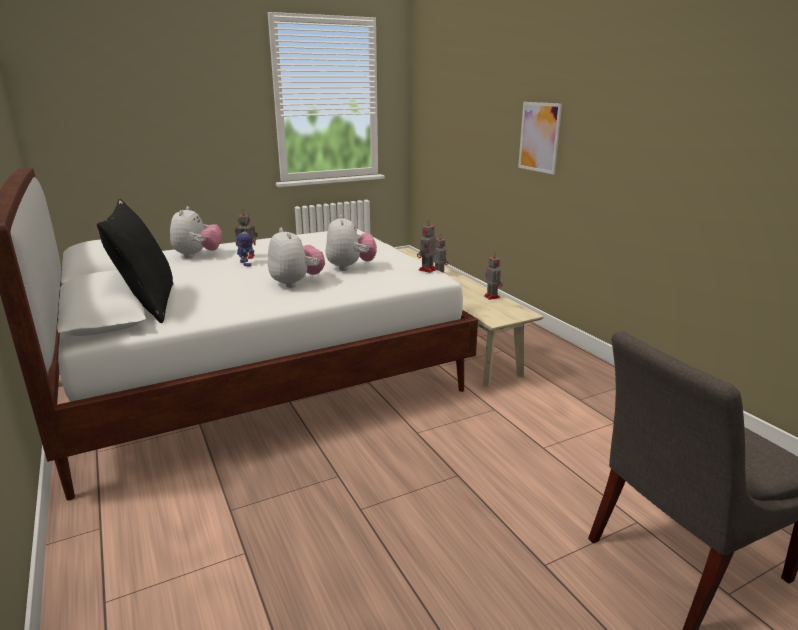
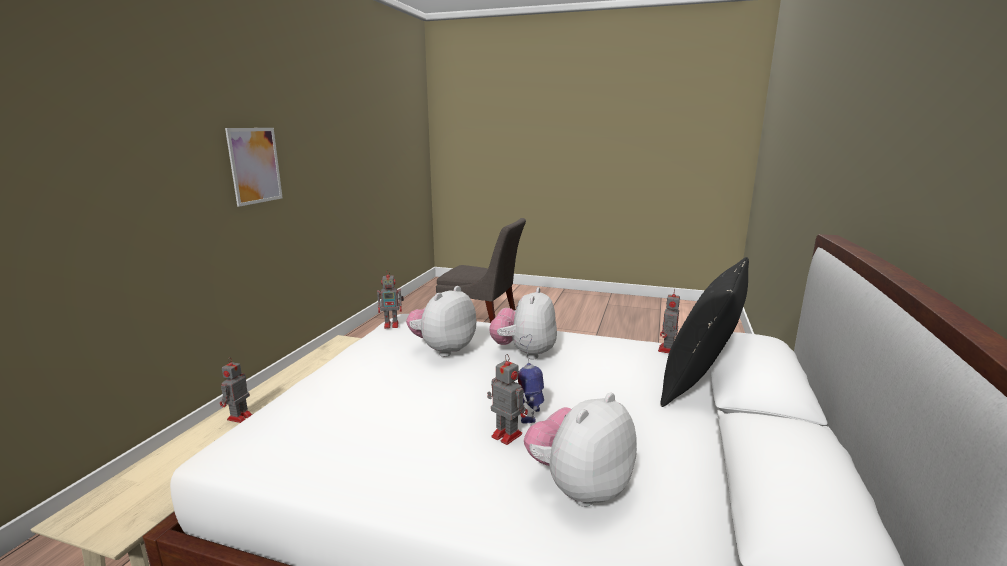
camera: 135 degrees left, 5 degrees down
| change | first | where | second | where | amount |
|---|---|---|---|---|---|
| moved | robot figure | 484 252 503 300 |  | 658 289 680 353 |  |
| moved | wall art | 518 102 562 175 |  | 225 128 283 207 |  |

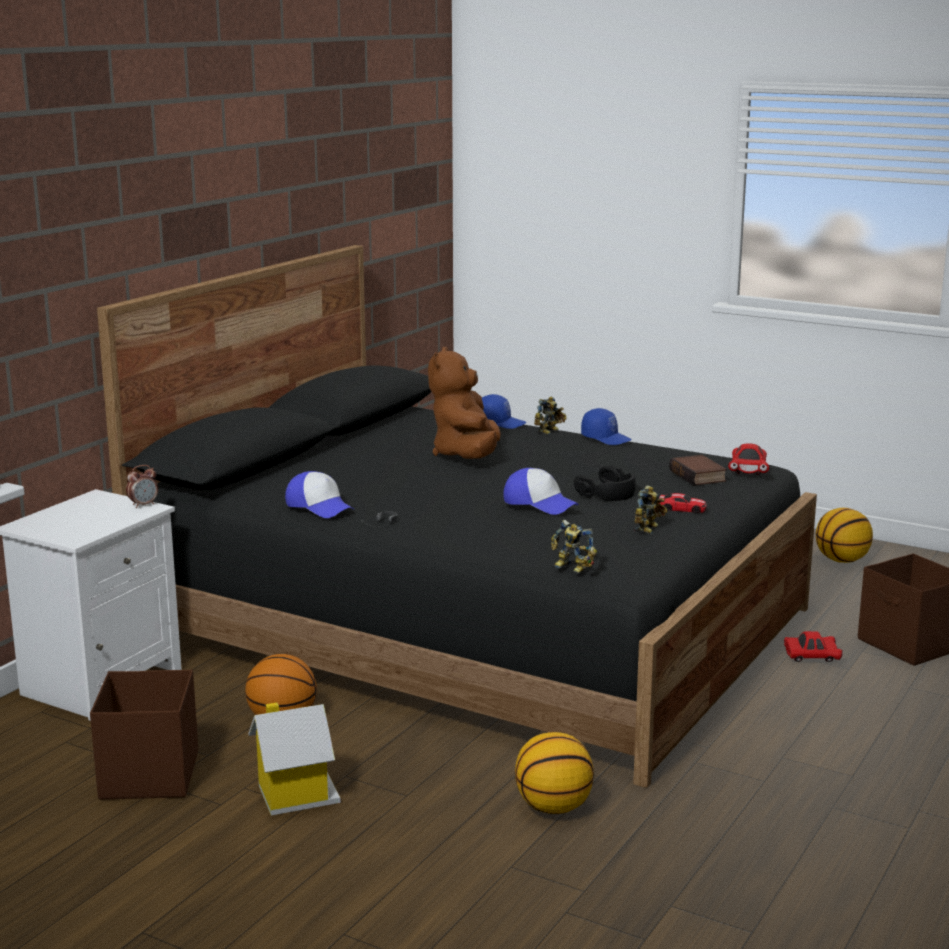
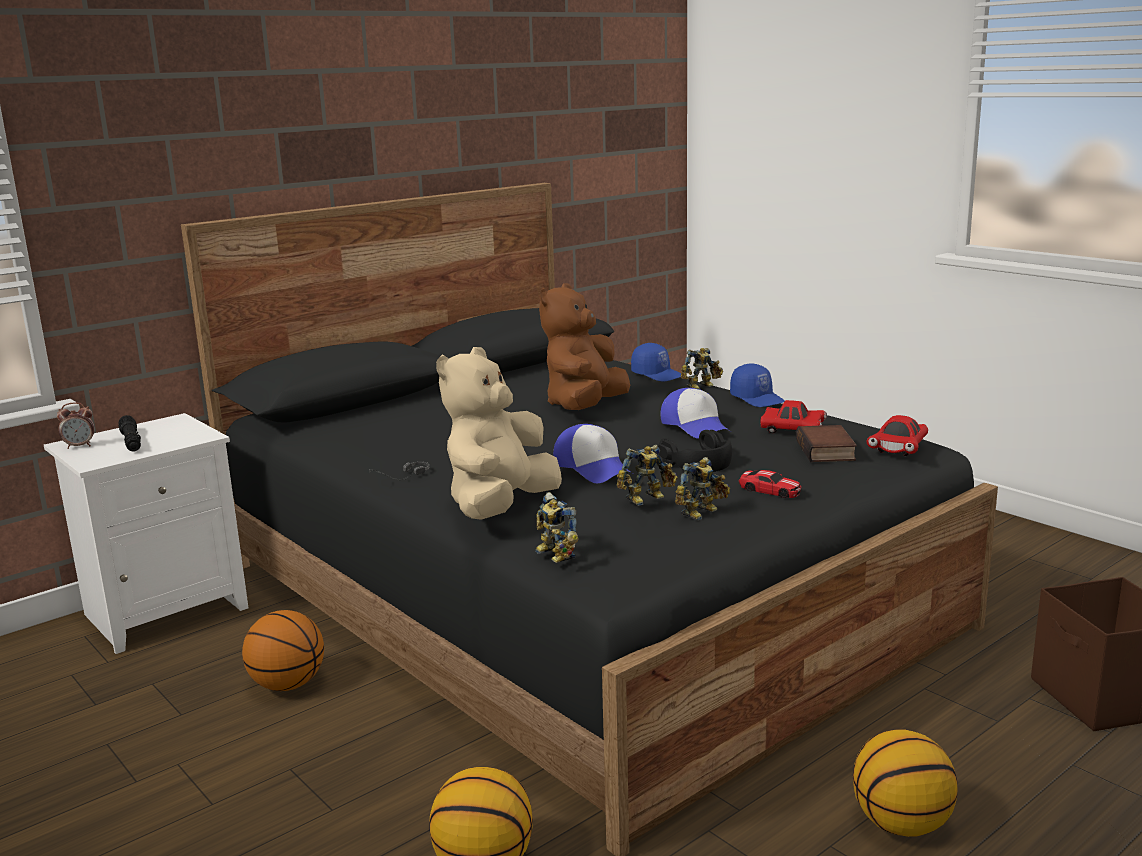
camera: 20 degrees right, 0 degrees up
| change | first | where | second | where | amount |
|---|---|---|---|---|---|
| removed | storage box (brownish) | 90 670 198 799 |  |  |  |
| moved | bedside clock | 126 465 158 508 |  | 57 402 95 449 |  |
| removed | toy house | 248 703 341 816 |  |  |  |
| moved | peaked cap | 285 471 354 518 |  | 661 388 731 439 |  |
| moved | toy car (red-coloured) | 784 631 843 662 |  | 760 400 827 433 |  |
| moved | basketball | 816 508 873 563 |  | 853 729 957 837 |  |
| added |  |  | flashlight (black-coloured) | 119 415 141 452 |  |
| added |  |  | cuddly toy (sand-coloured) | 436 347 562 520 |  |
| added |  |  | robot figure | 617 445 678 506 |  |

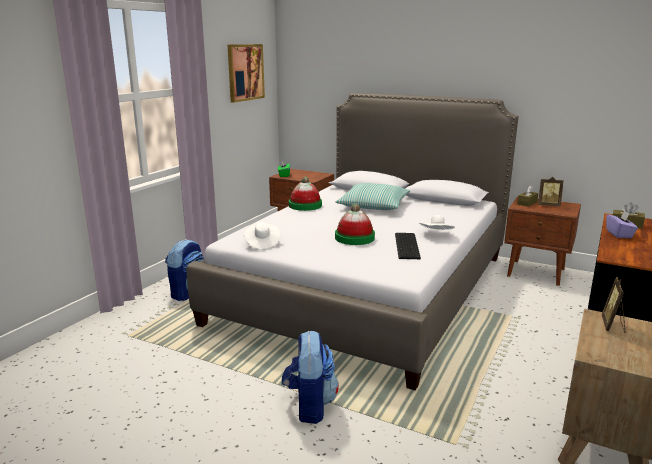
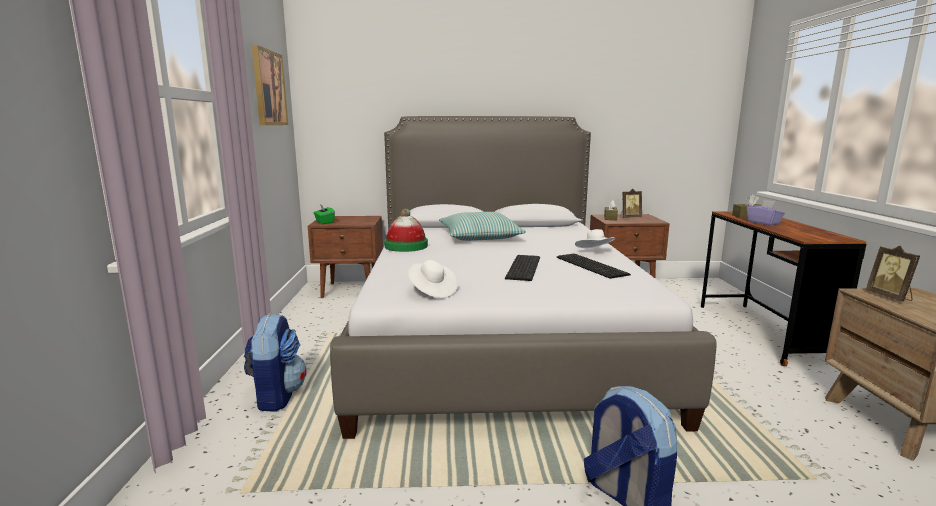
camera: 30 degrees left, 5 degrees down
| change | first | where | second | where | amount |
|---|---|---|---|---|---|
| replaced | hat | 335 204 375 245 | PC keyboard | 505 255 540 281 |  |

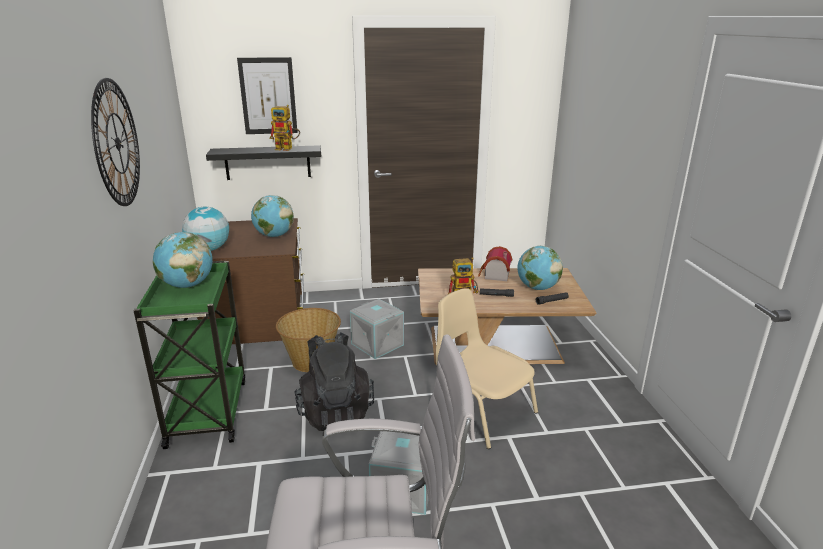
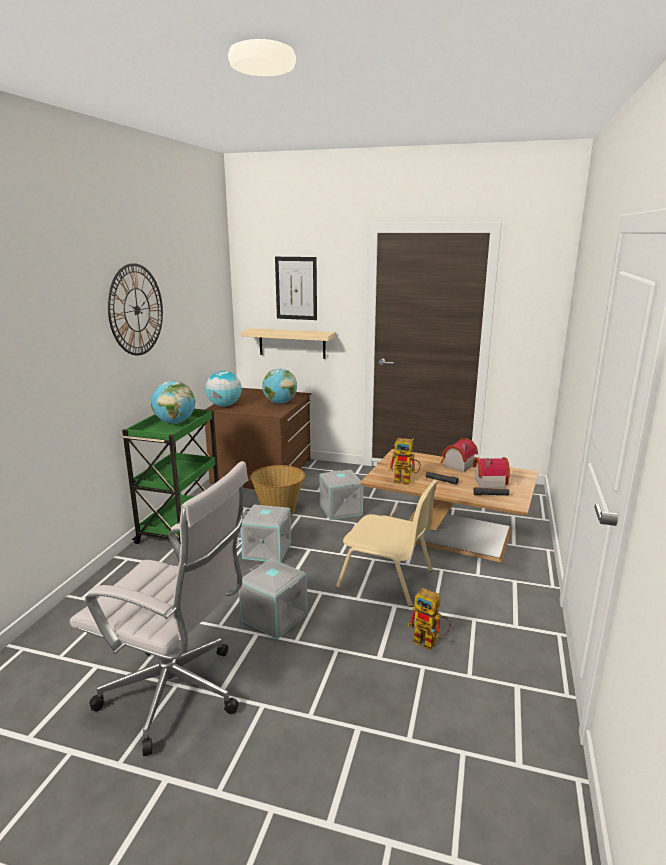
camera: 25 degrees right, 5 degrees down
| change | first | where | second | where | amount |
|---|---|---|---|---|---|
| recoloured | wall shelf (black-coloured) | 206 145 321 180 | wall shelf (sand-coloured) | 241 328 335 359 |  |
| moved | robot figure | 270 105 300 151 |  | 408 588 451 650 |  |
| replaced | backpack (black-coloured) | 295 332 374 431 | storage box (greyish) | 240 505 291 562 |  |
| turned | chair (sand-coloured) | 436 288 538 449 |  | 336 479 438 607 | 135 degrees clockwise |
| replaced | desk globe | 517 246 563 290 | toy house | 473 457 510 488 |  |

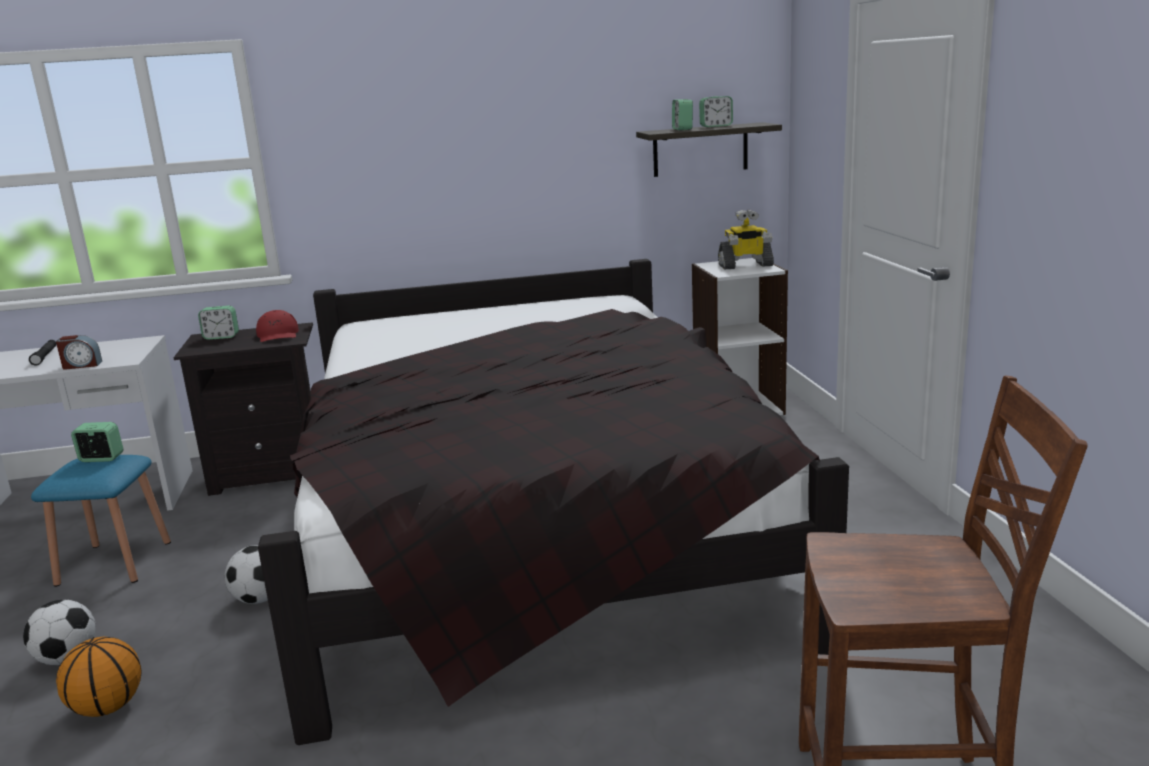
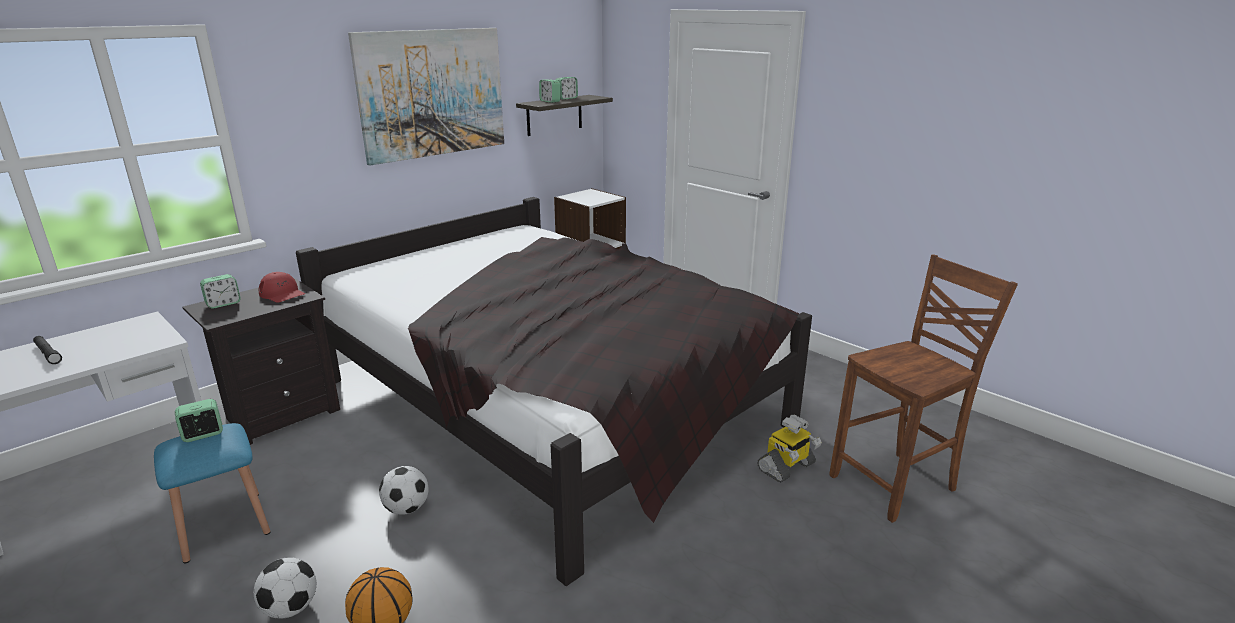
camera: 35 degrees left, 5 degrees up
| change | first | where | second | where | amount |
|---|---|---|---|---|---|
| removed | bedside clock | 56 335 102 370 |  |  |  |
| moved | robot figure | 718 209 774 269 |  | 757 415 822 483 |  |
| added |  |  | wall art | 348 28 504 166 |  |

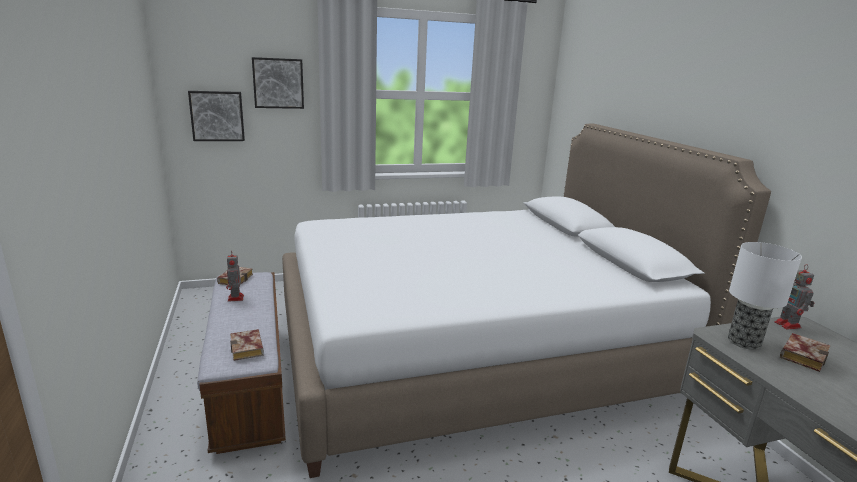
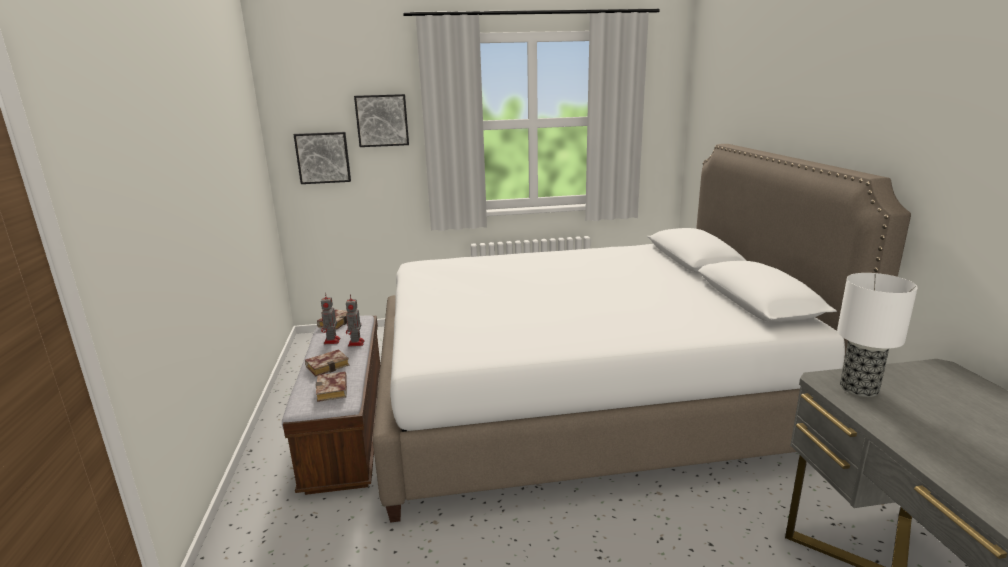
camera: 10 degrees right, 0 degrees up
| change | first | where | second | where | amount |
|---|---|---|---|---|---|
| moved | robot figure | 774 264 815 330 |  | 346 294 365 347 |  |
| moved | volume | 780 333 831 372 |  | 305 349 350 377 |  |

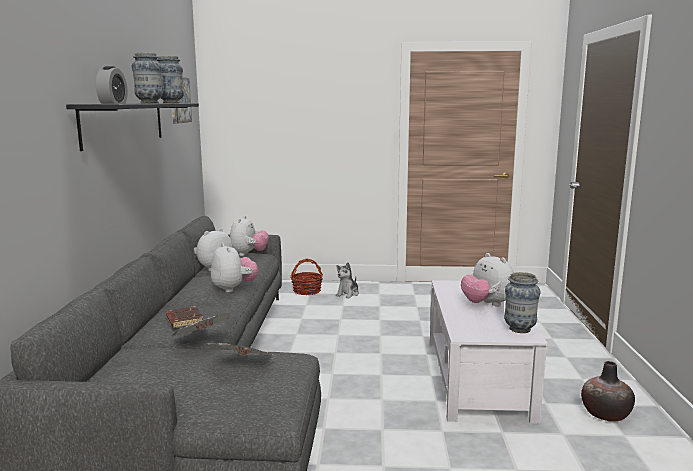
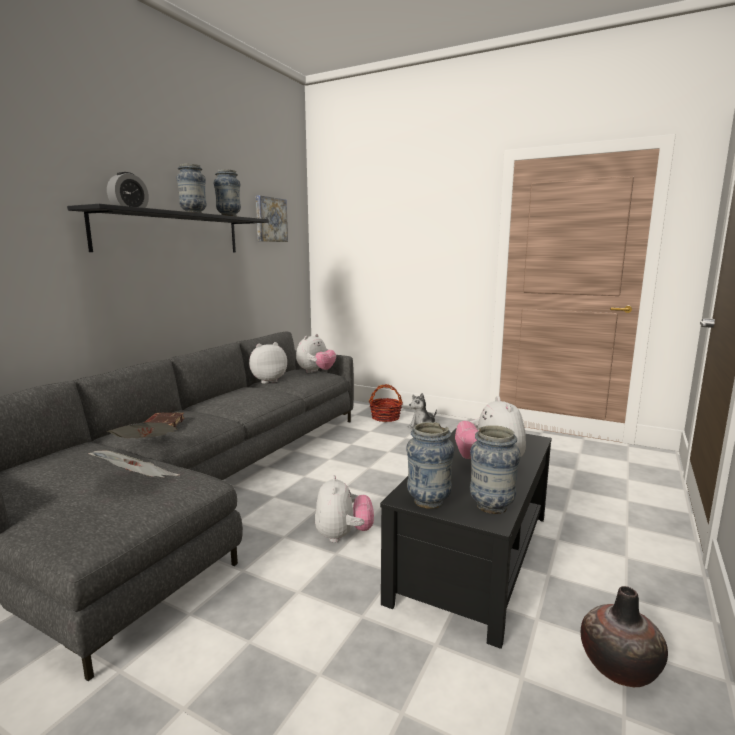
camera: 25 degrees right, 0 degrees up
| change | first | where | second | where | amount |
|---|---|---|---|---|---|
| moved | cuddly toy | 211 243 258 293 |  | 315 475 374 543 |  |
| recoloured | low table (white-coloured) | 430 280 548 424 | low table (black-coloured) | 380 427 552 649 |  |
| added |  |  | vase | 406 422 455 509 |  |

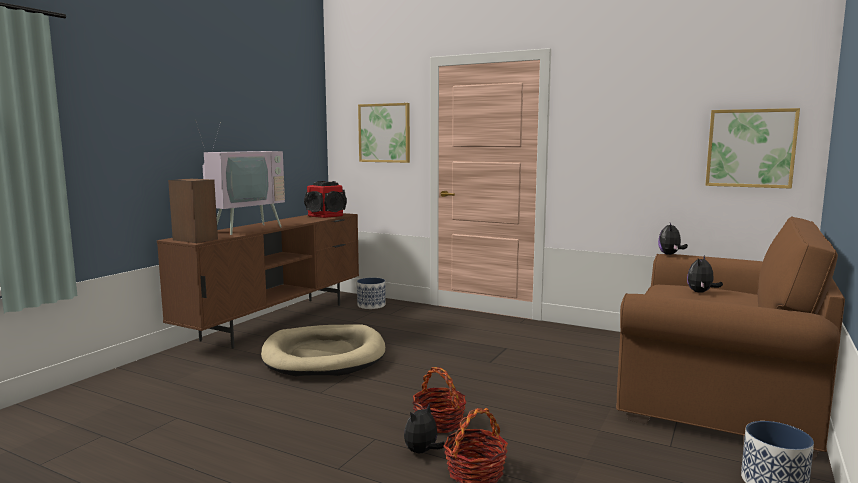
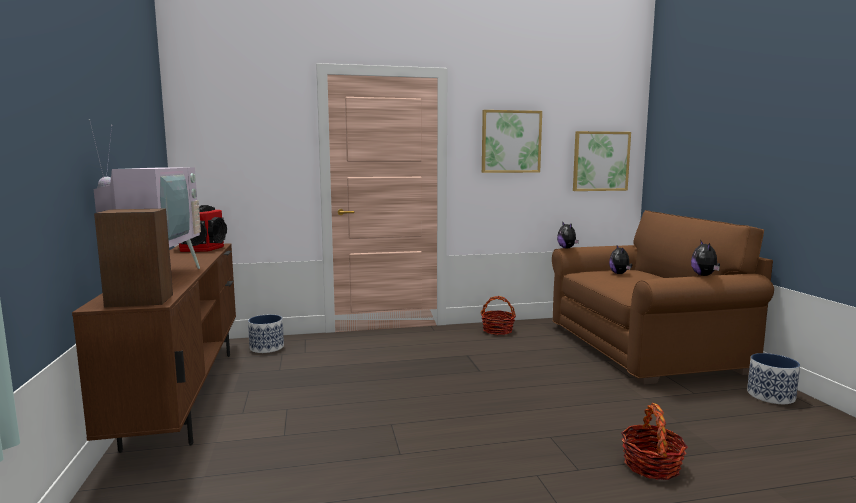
camera: 40 degrees left, 0 degrees up
| change | first | where | second | where | amount |
|---|---|---|---|---|---|
| removed | dog cushion (sand-coloured) | 261 324 385 376 |  |  |  |
| moved | wall art | 358 103 410 163 |  | 482 110 542 173 |  |
| moved | cuddly toy | 404 404 445 453 |  | 691 241 720 276 |  |
| moved | household basket | 412 367 466 433 |  | 480 296 516 335 |  |

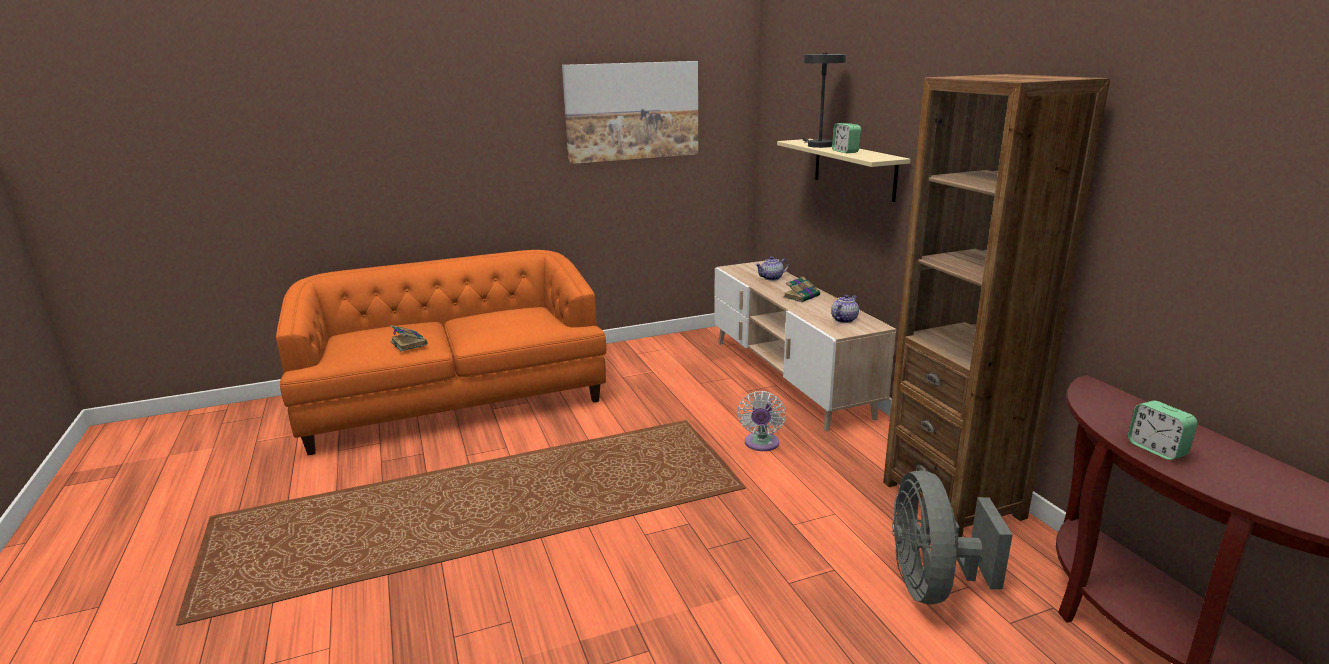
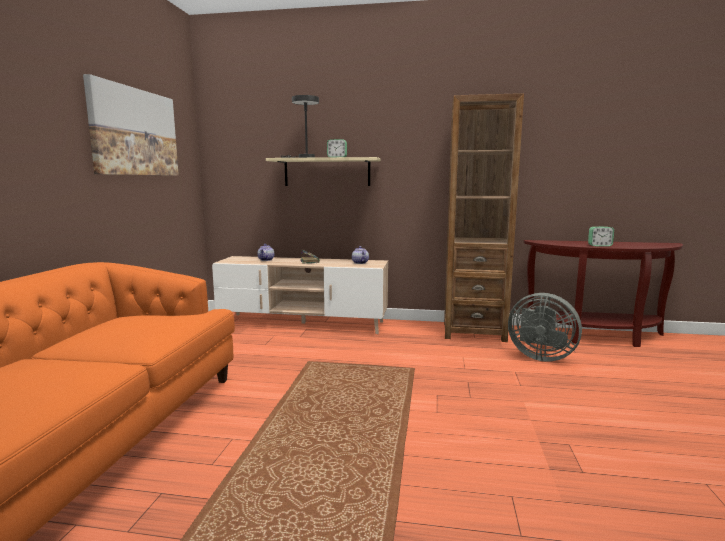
camera: 60 degrees left, 10 degrees down
| change | first | where | second | where | amount |
|---|---|---|---|---|---|
| removed | volume | 390 325 427 352 |  |  |  |
| removed | fan (white-coloured) | 737 391 786 451 |  |  |  |

